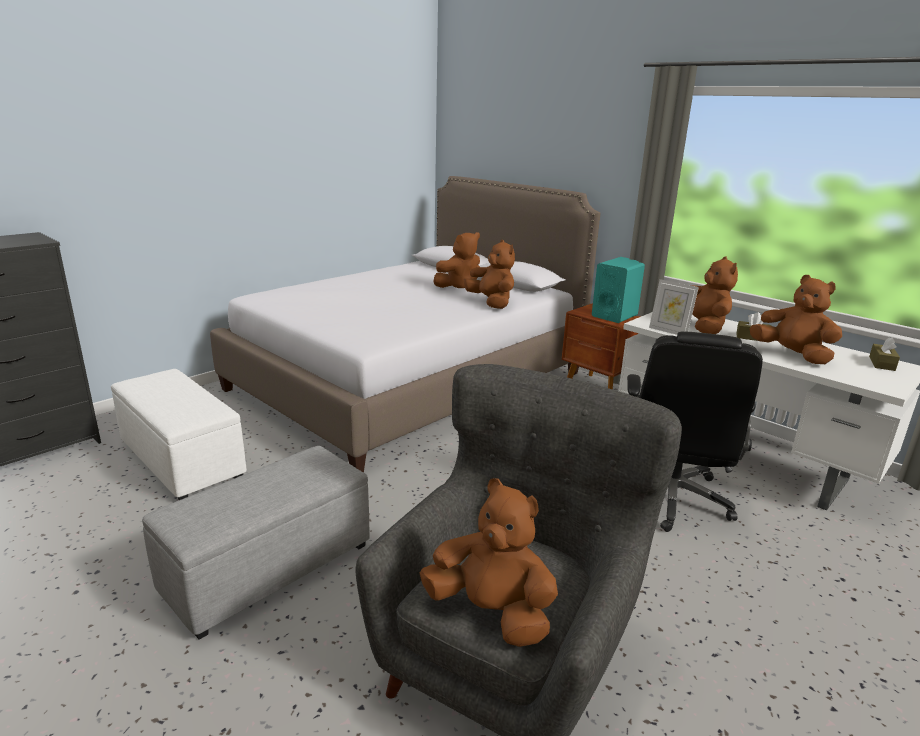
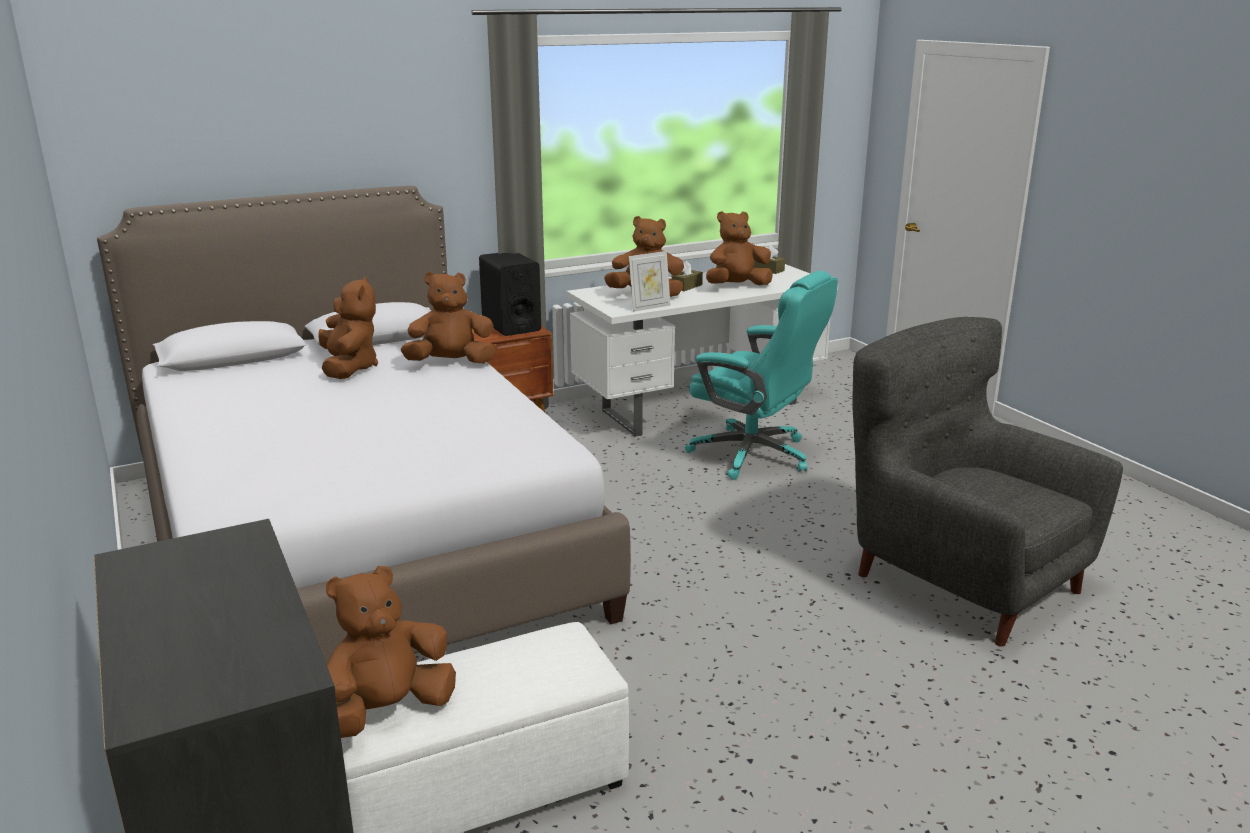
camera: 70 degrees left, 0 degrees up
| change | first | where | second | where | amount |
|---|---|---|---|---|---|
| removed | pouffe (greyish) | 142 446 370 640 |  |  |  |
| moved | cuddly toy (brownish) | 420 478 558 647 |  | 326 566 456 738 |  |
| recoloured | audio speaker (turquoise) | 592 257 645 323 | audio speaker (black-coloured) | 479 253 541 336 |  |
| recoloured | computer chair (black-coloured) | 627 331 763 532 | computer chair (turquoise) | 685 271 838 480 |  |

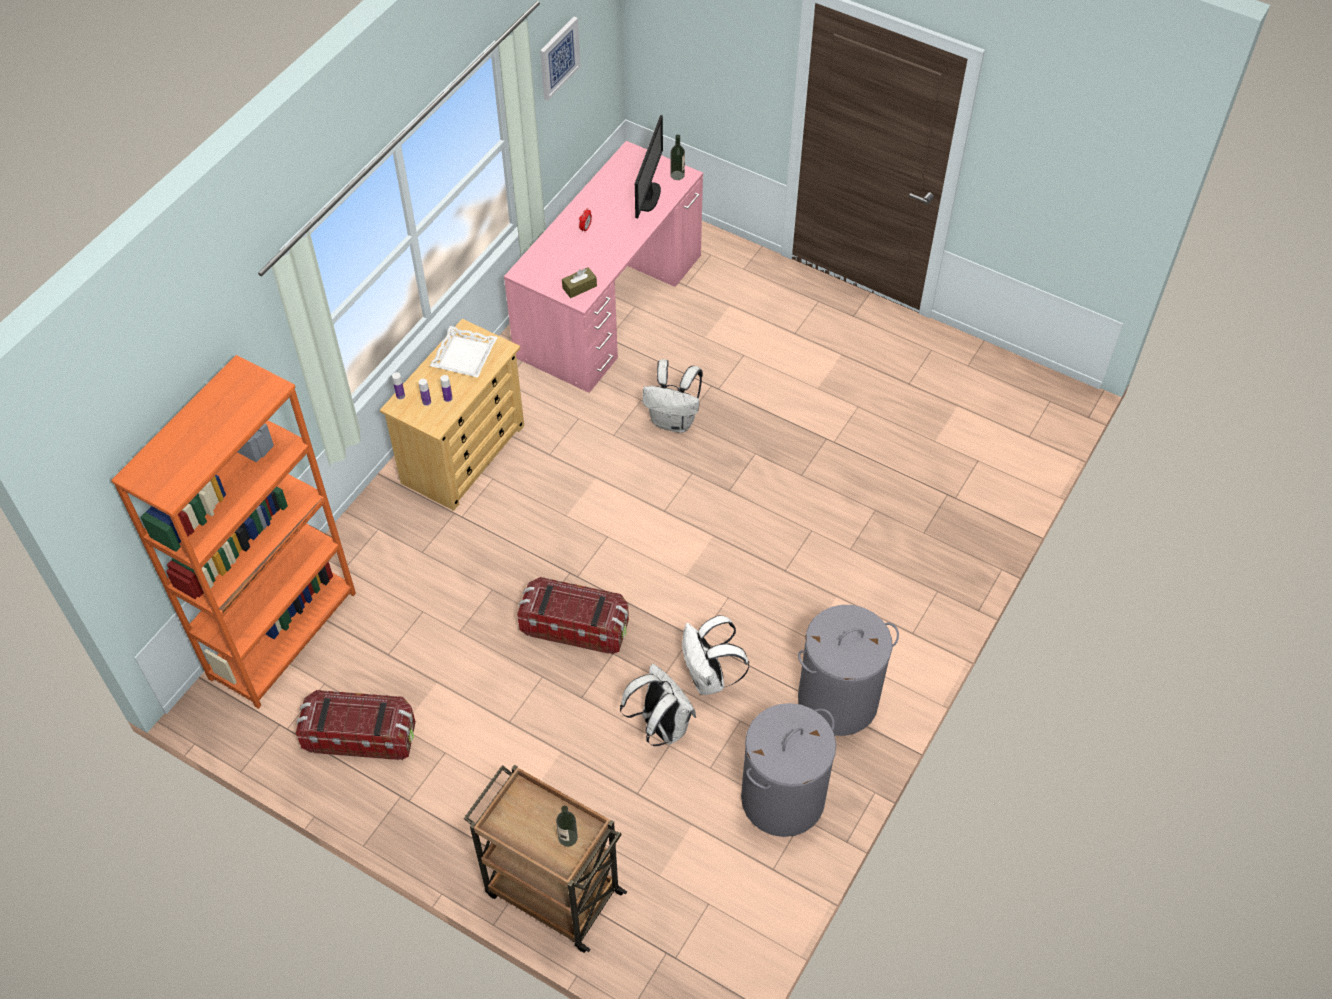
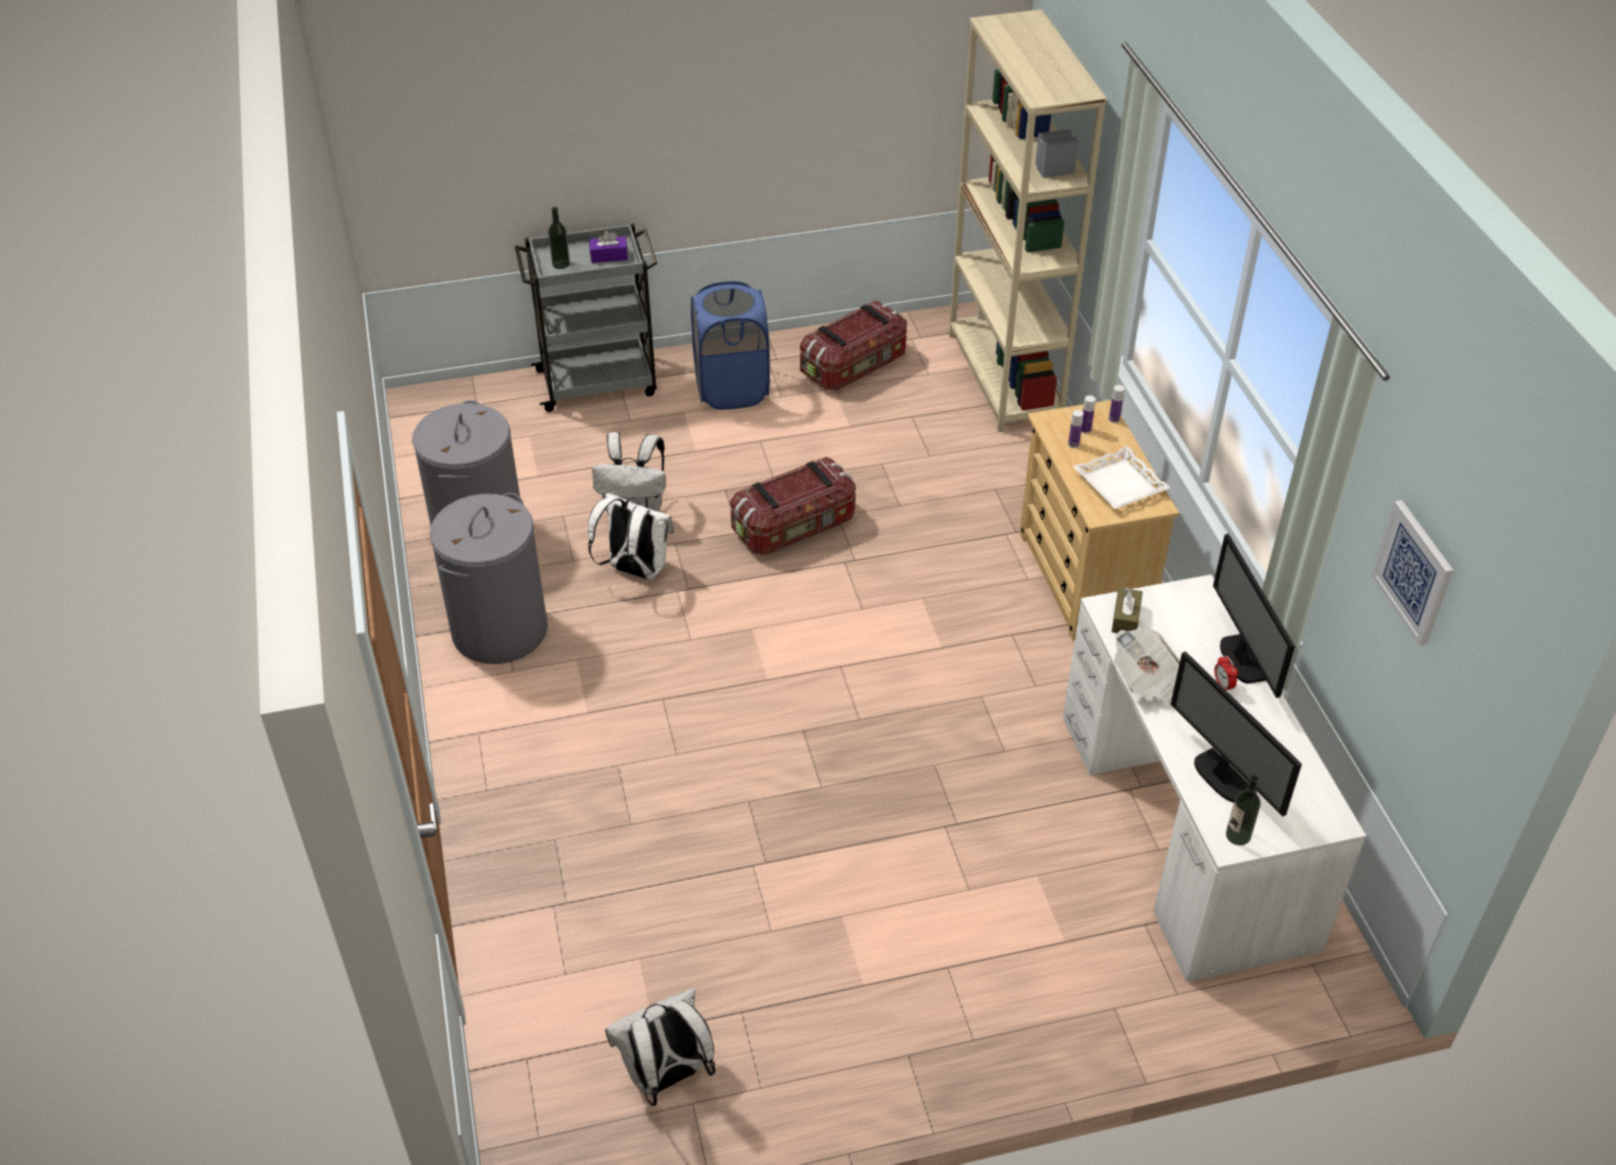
camera: 135 degrees right, 10 degrees down
| change | first | where | second | where | amount |
|---|---|---|---|---|---|
| recoloured | shelving unit (orangey) | 111 355 356 709 | shelving unit (sand-coloured) | 949 9 1107 432 |  |
| recoloured | wheeled cart (brownish) | 464 764 627 953 | wheeled cart (greyish) | 515 224 657 412 |  |
| recoloured | desk table (pinkish) | 504 141 703 393 | desk table (white-coloured) | 1063 575 1366 982 |  |
| moved | backpack (white-coloured) | 642 359 703 433 |  | 605 987 716 1106 |  |
| added |  |  | tissue box (purple) | 589 230 628 263 |  |
| added |  |  | laundry basket (blue) | 691 281 770 410 |  |
| added |  |  | daily paper | 1114 627 1180 710 |  |
| added |  |  | computer screen | 1213 534 1295 698 |  |

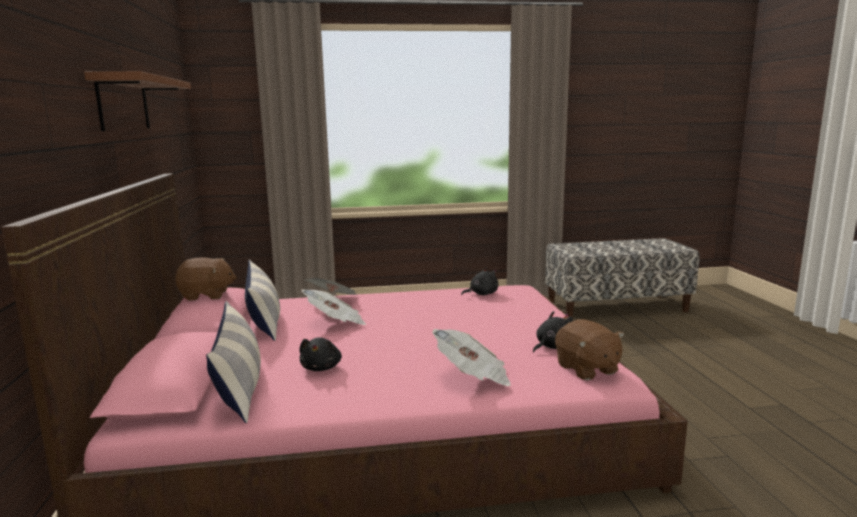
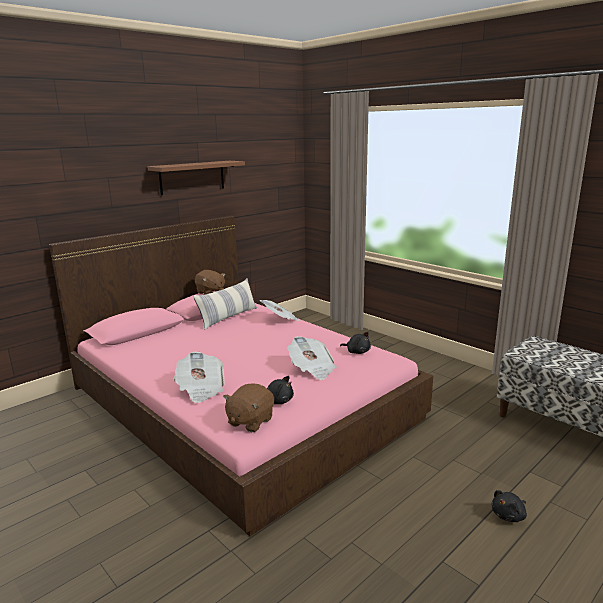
camera: 55 degrees right, 5 degrees up
| change | first | where | second | where | amount |
|---|---|---|---|---|---|
| removed | cushion | 206 301 261 423 |  |  |  |
| moved | cuddly toy (black-coloured) | 299 337 342 371 |  | 492 490 527 522 |  |
| moved | daily paper | 301 289 366 325 |  | 287 336 337 380 |  |

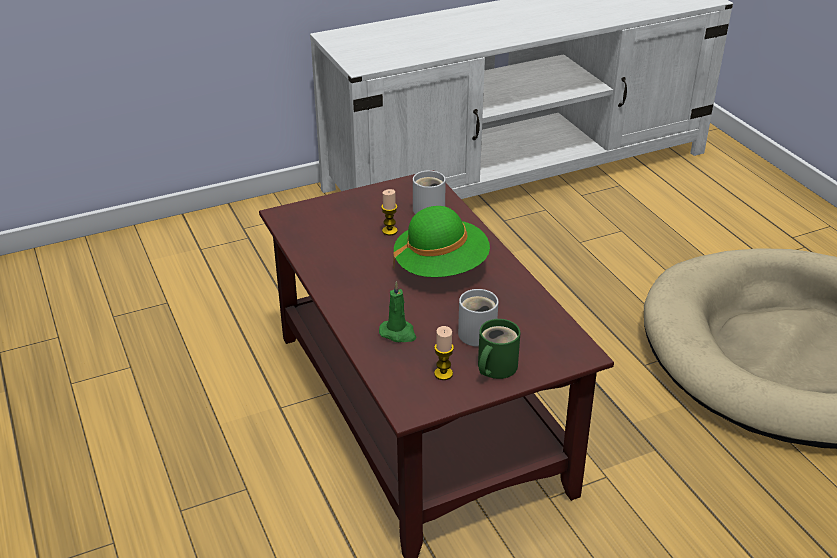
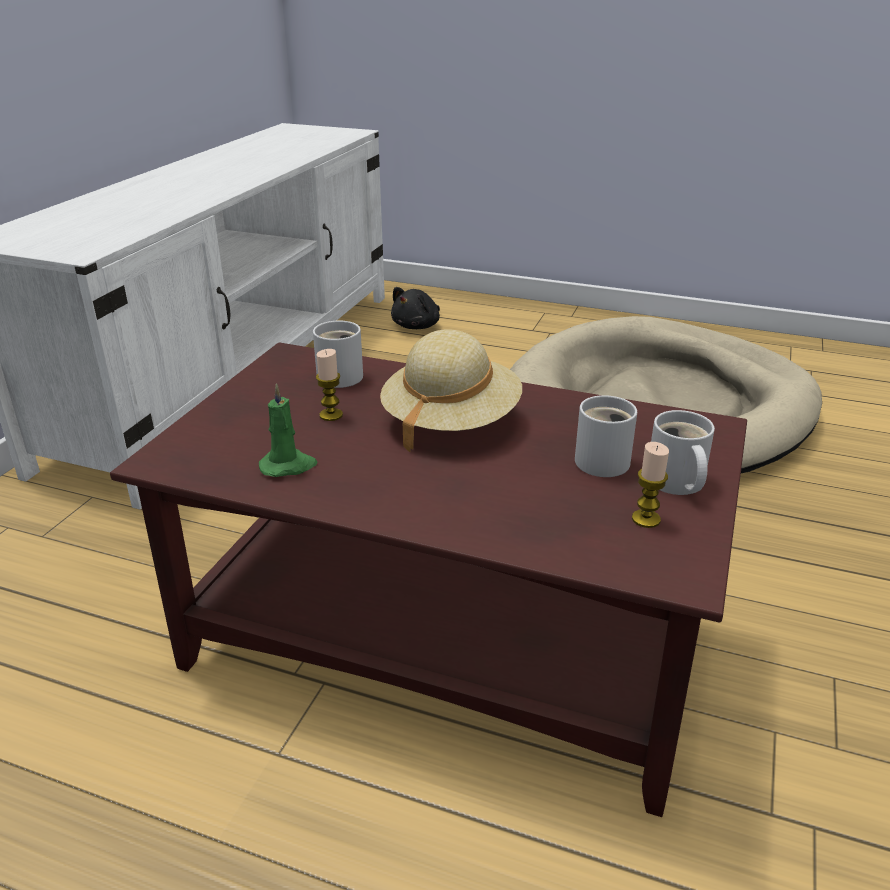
camera: 45 degrees left, 5 degrees down
| change | first | where | second | where | amount |
|---|---|---|---|---|---|
| moved | wax light (green-coloured) | 379 281 416 342 |  | 259 383 317 477 |  |
| recoloured | hat (green-coloured) | 393 206 490 277 | hat (sand-coloured) | 380 329 522 452 |  |
| recoloured | tea mug (green-coloured) | 478 319 520 379 | tea mug (white-coloured) | 651 410 715 495 |  |
| added |  |  | cuddly toy (black-coloured) | 391 287 440 329 |  |

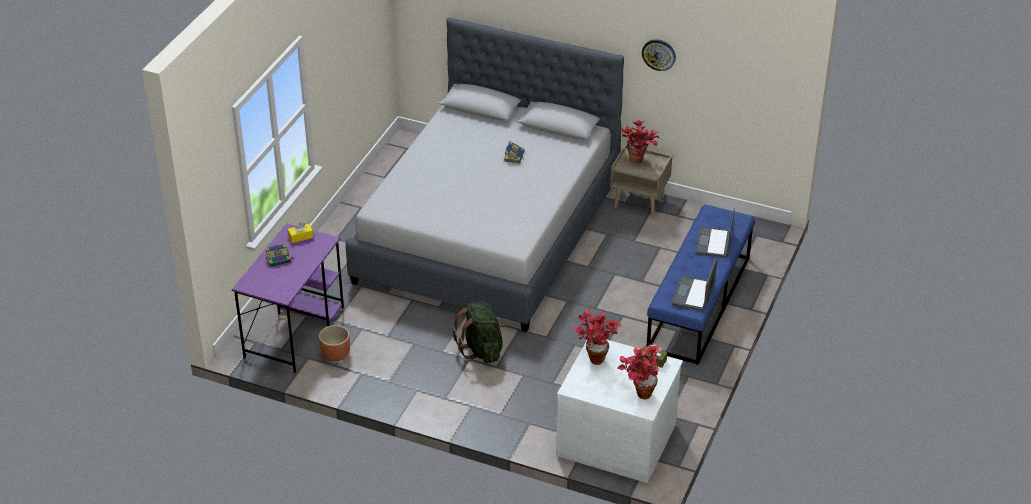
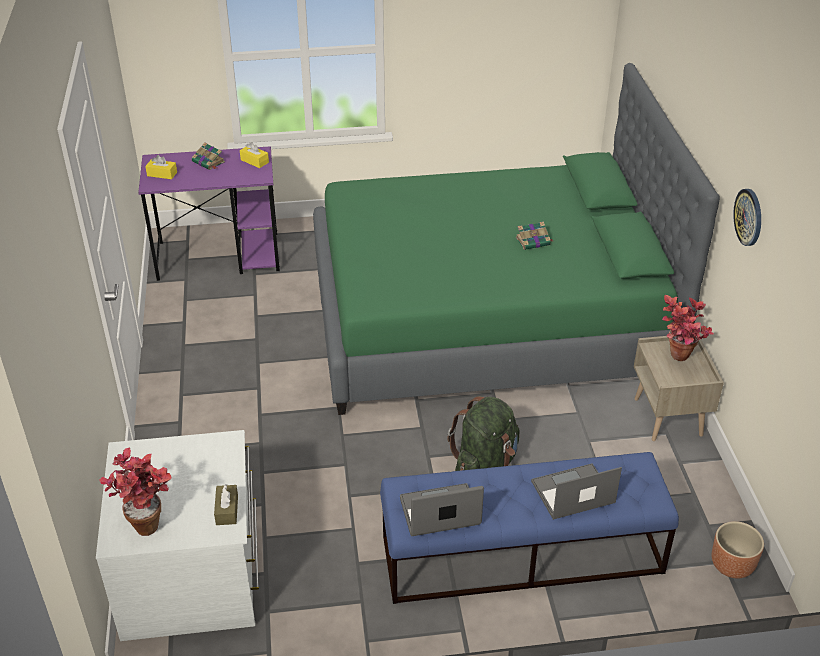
camera: 60 degrees right, 0 degrees up
| change | first | where | second | where | amount |
|---|---|---|---|---|---|
| moved | plant pot (brownish) | 319 325 350 361 |  | 712 521 764 579 |  |
| recoloured | sleeping bed (greyish) | 346 17 624 332 | sleeping bed (green-coloured) | 313 63 720 415 |  |
| moved | backpack (green-coloured) | 453 301 505 363 |  | 448 396 520 471 |  |
| removed | potted plant | 573 310 621 365 |  |  |  |
| added |  |  | tissue box (yellowish) | 145 155 177 179 |  |

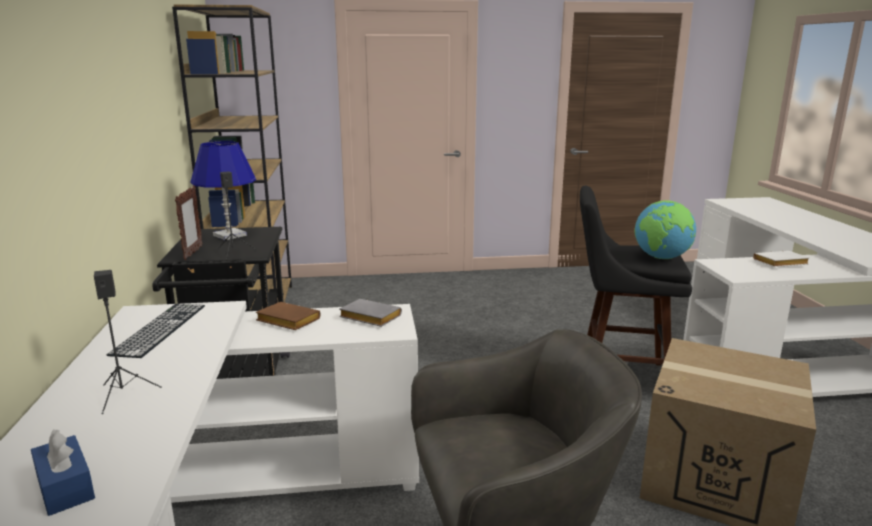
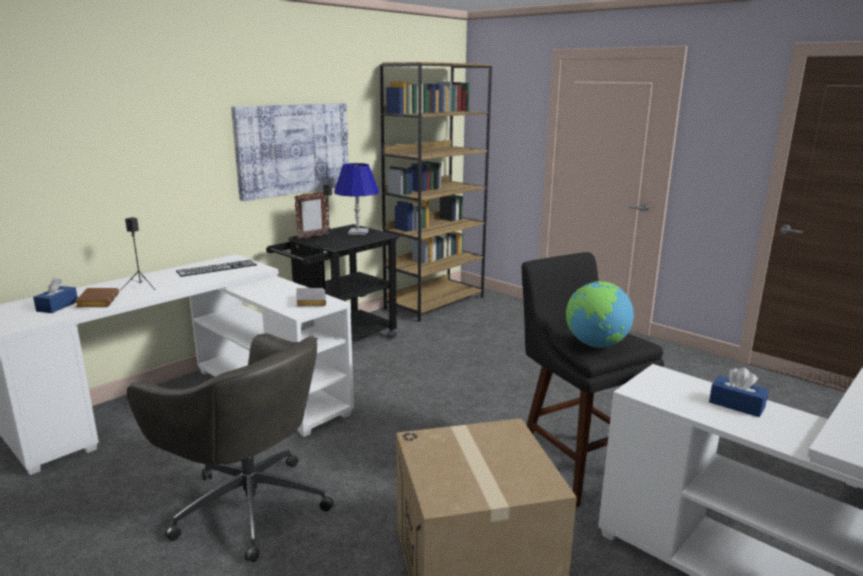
camera: 50 degrees right, 0 degrees up
| change | first | where | second | where | amount |
|---|---|---|---|---|---|
| moved | volume (brownish) | 256 302 320 330 |  | 75 288 119 307 |  |
| replaced | volume (white-coloured) | 753 251 810 267 | tissue box (blue) | 709 368 769 417 |  |
| added |  |  | wall art | 231 103 349 201 |  |

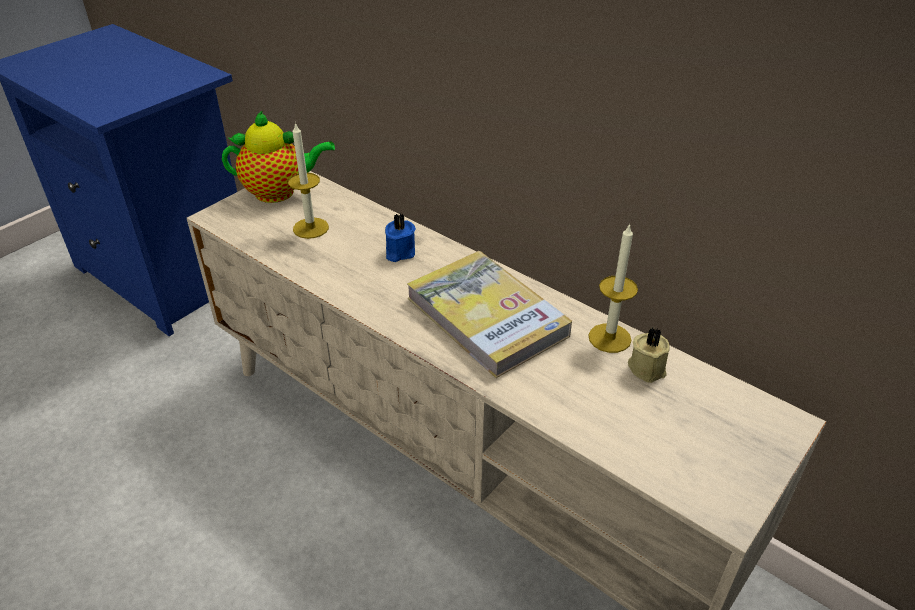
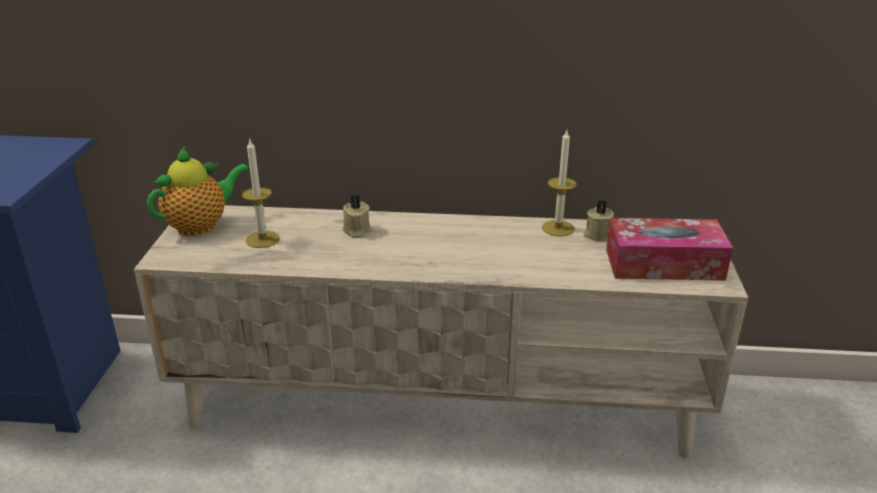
camera: 35 degrees left, 10 degrees down
| change | first | where | second | where | amount |
|---|---|---|---|---|---|
| recoloured | wax light (blue) | 385 214 416 262 | wax light (sand-coloured) | 342 194 371 238 |  |
| removed | volume | 407 251 572 378 |  |  |  |
| added |  |  | tissue box | 606 218 733 280 |  |

